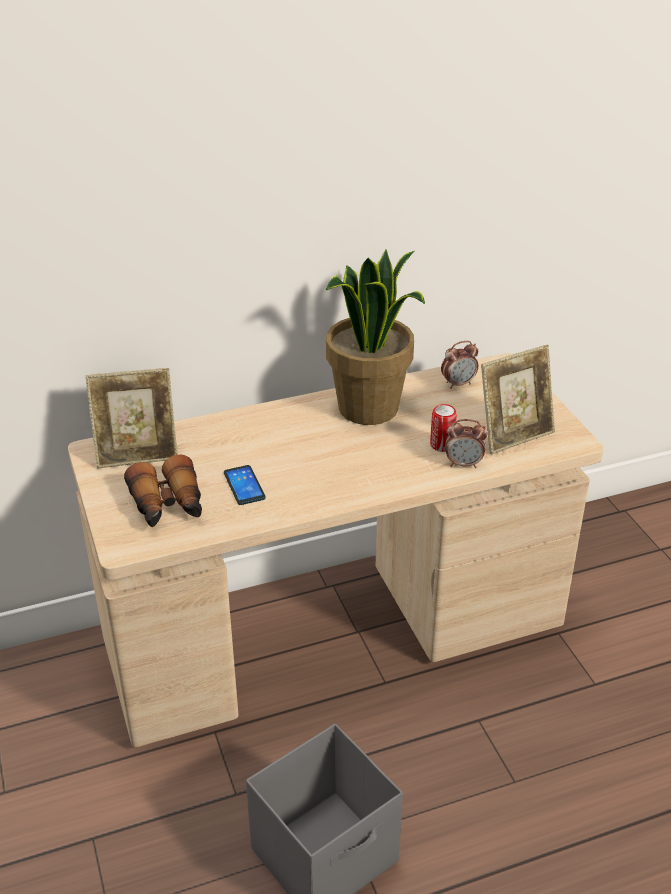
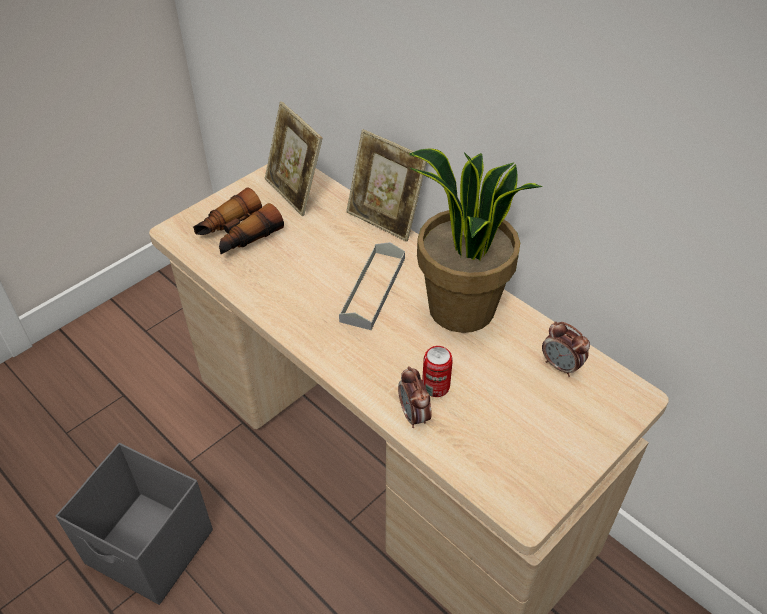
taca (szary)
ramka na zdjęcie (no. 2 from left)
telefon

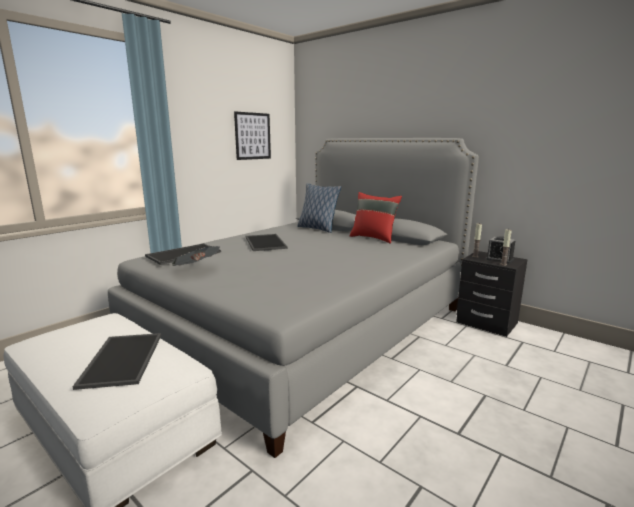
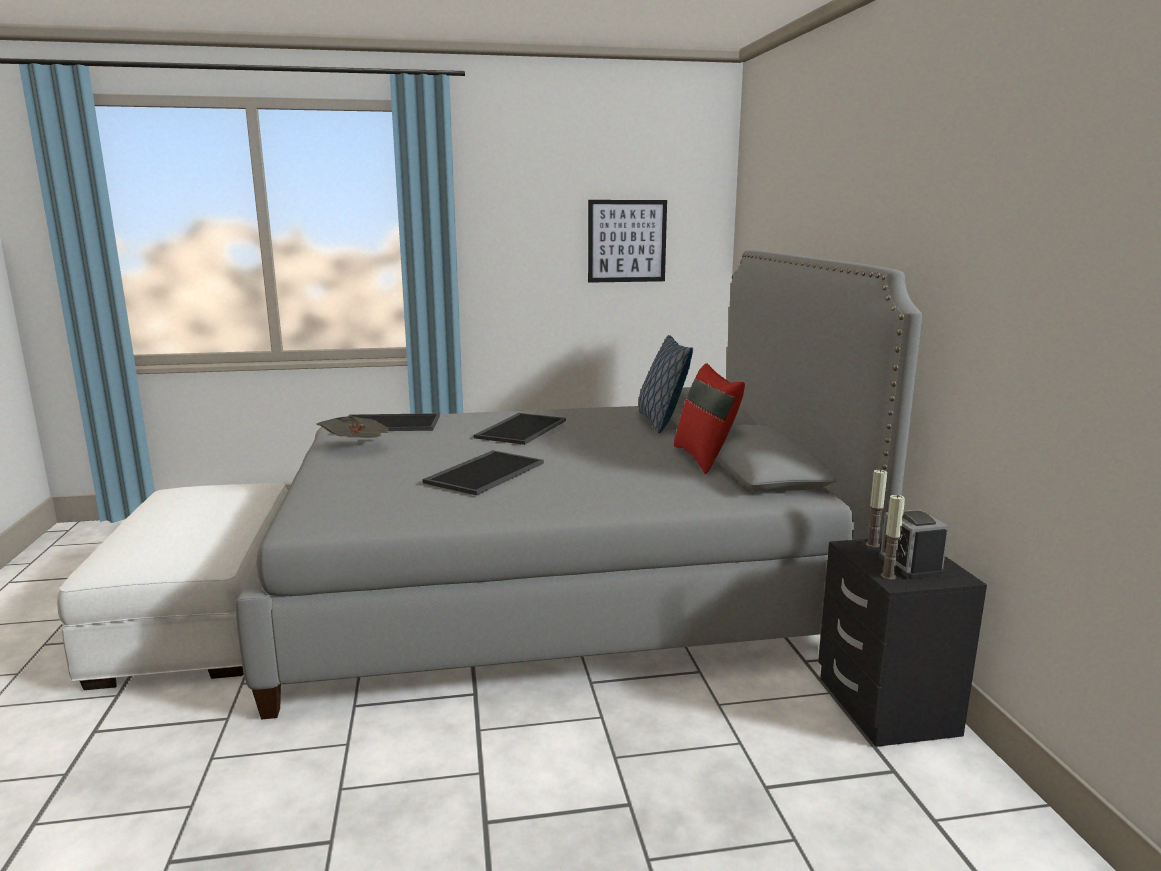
taca (no. 2 from left)

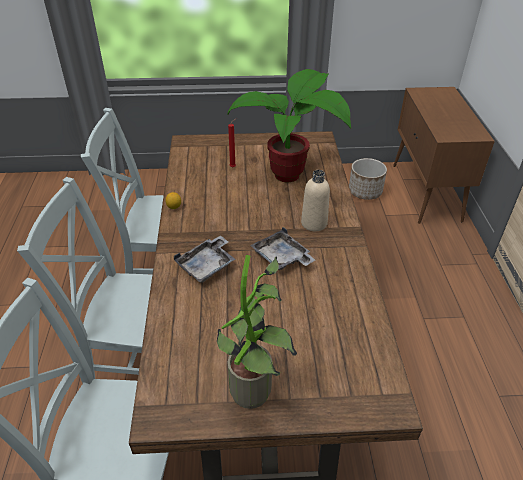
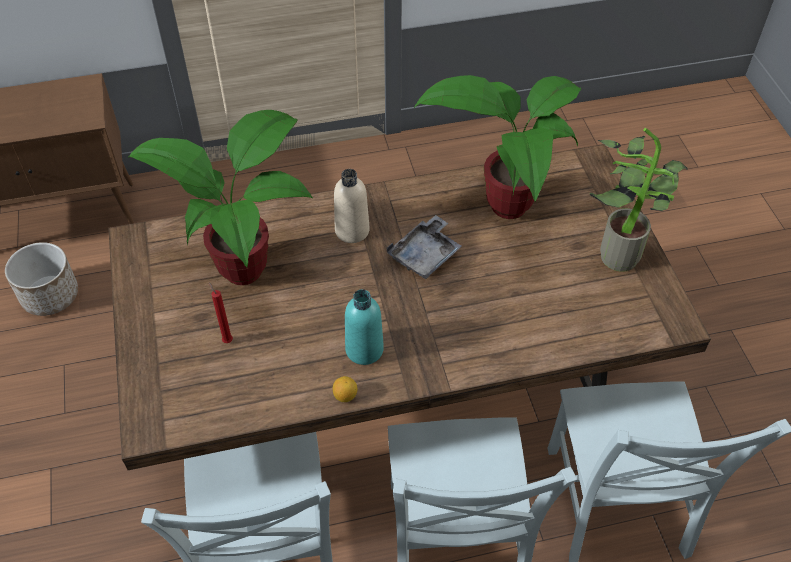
butelka (turkusowy)
roślina doniczkowa (no. 2 from left)
taca (szary) (no. 1 from left in the first image)

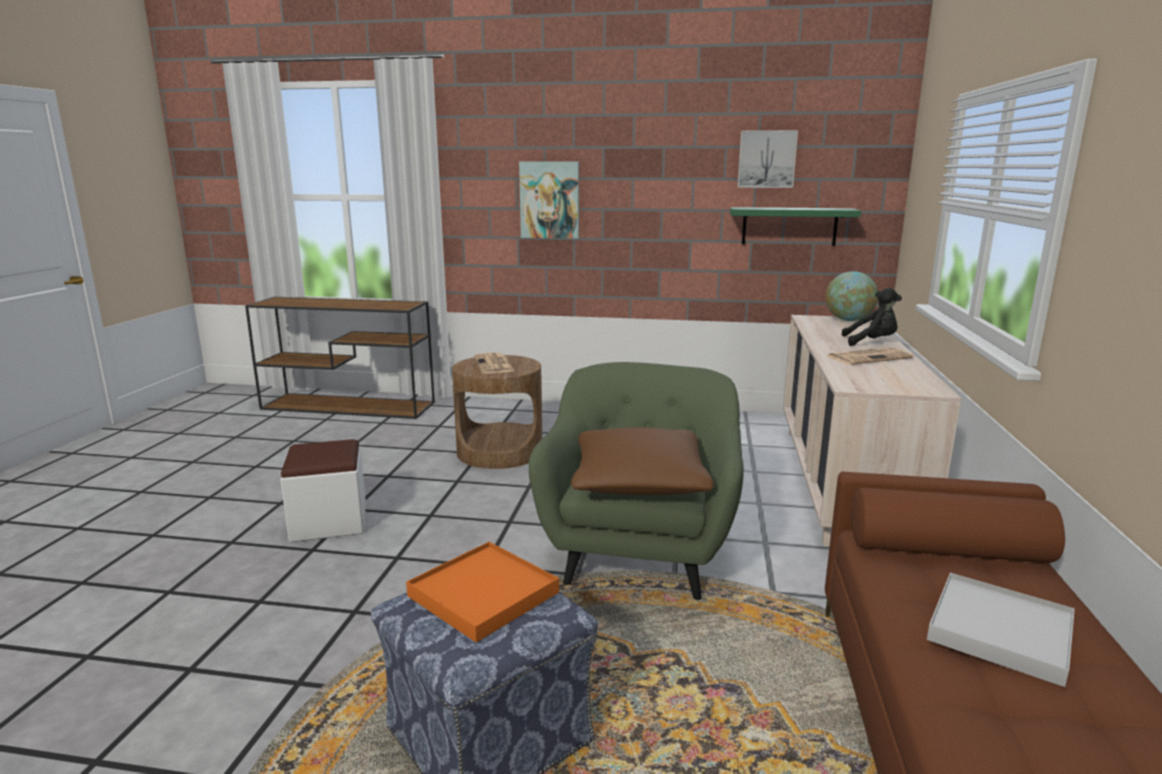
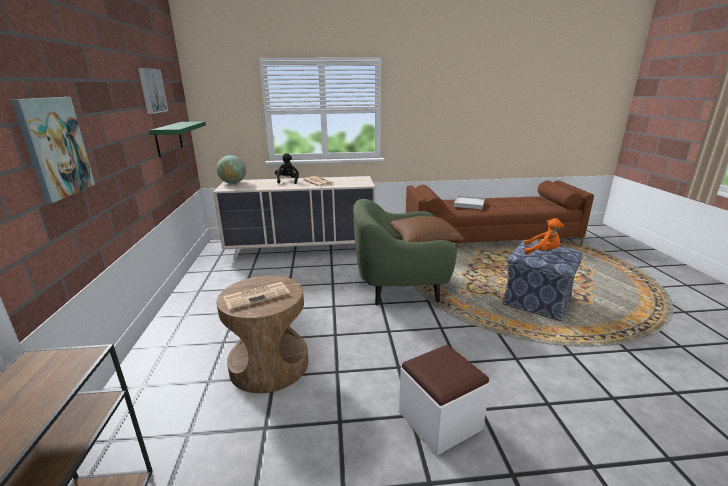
pluszak (pomarańczowy)

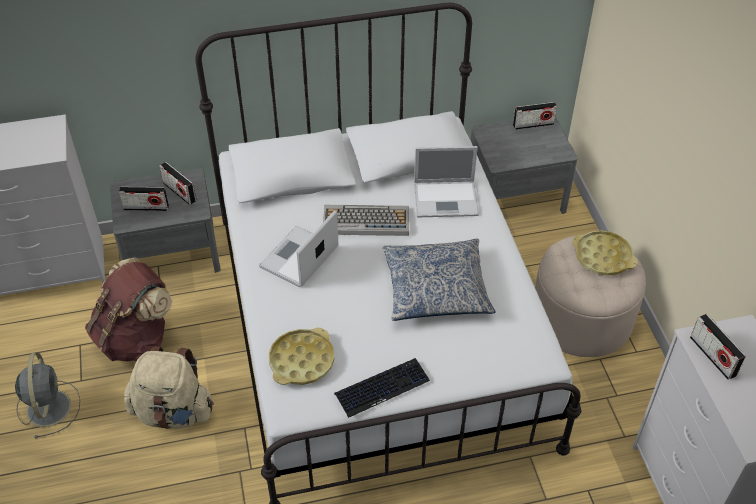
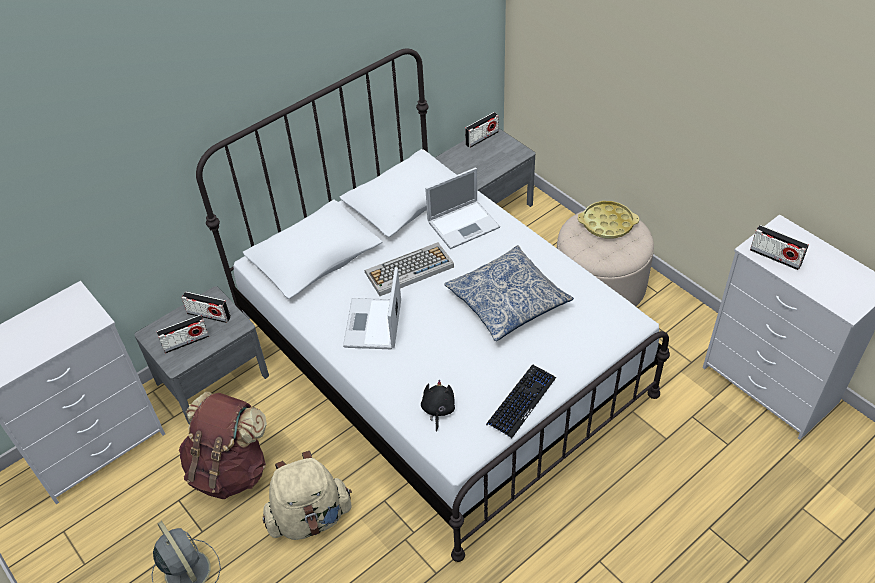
pluszak (czarny)

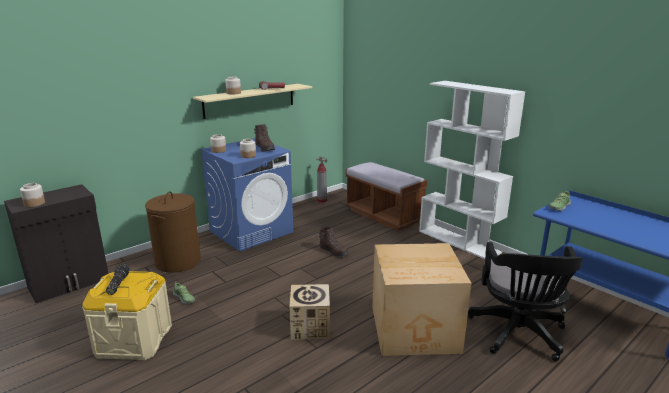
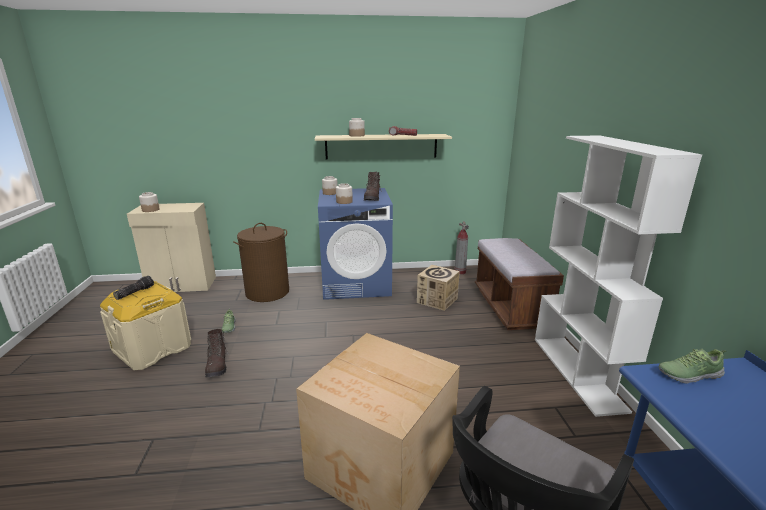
szafka (beżowy)
but z cholewką (brązowy) (no. 1 from left)
karton (no. 2 from left)

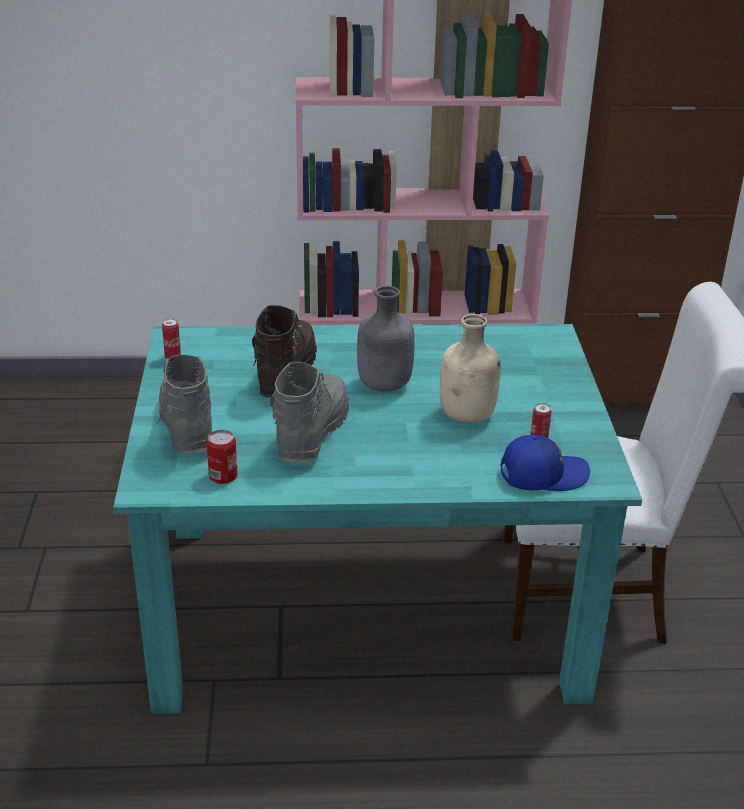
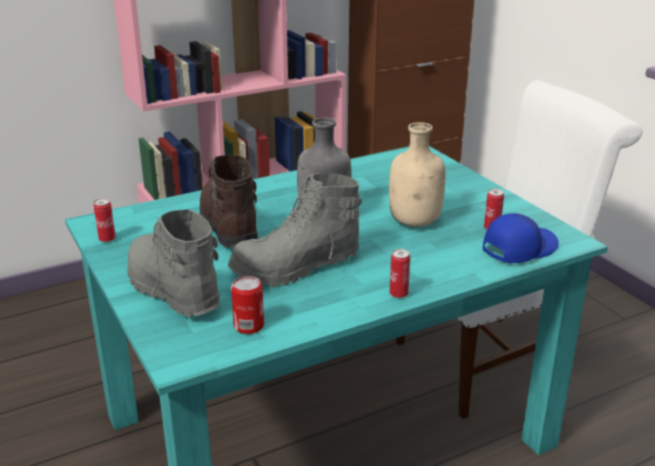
but z cholewką (szary) (no. 2 from left)
puszka (no. 3 from left)

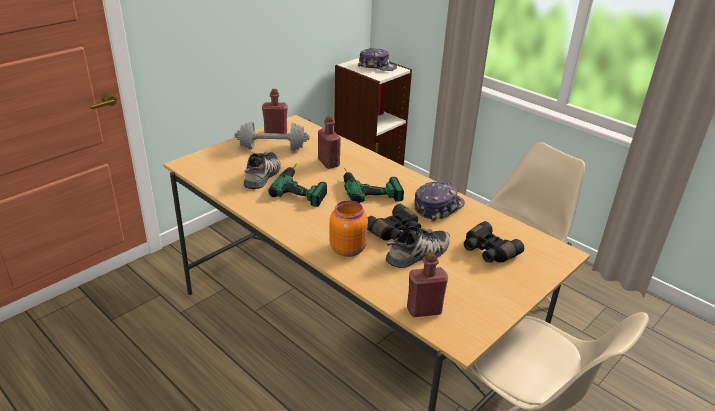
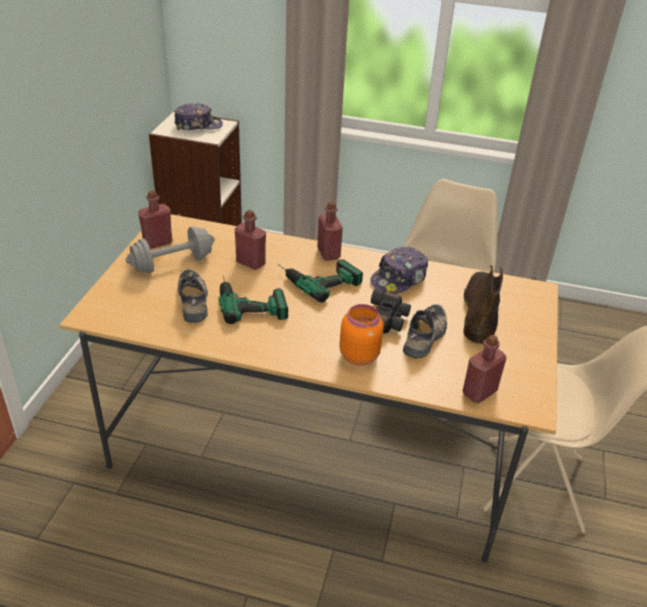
butelka (czerwony) (no. 3 from left)
czapka z daszkiem (no. 2 from left)
but z cholewką (brązowy)

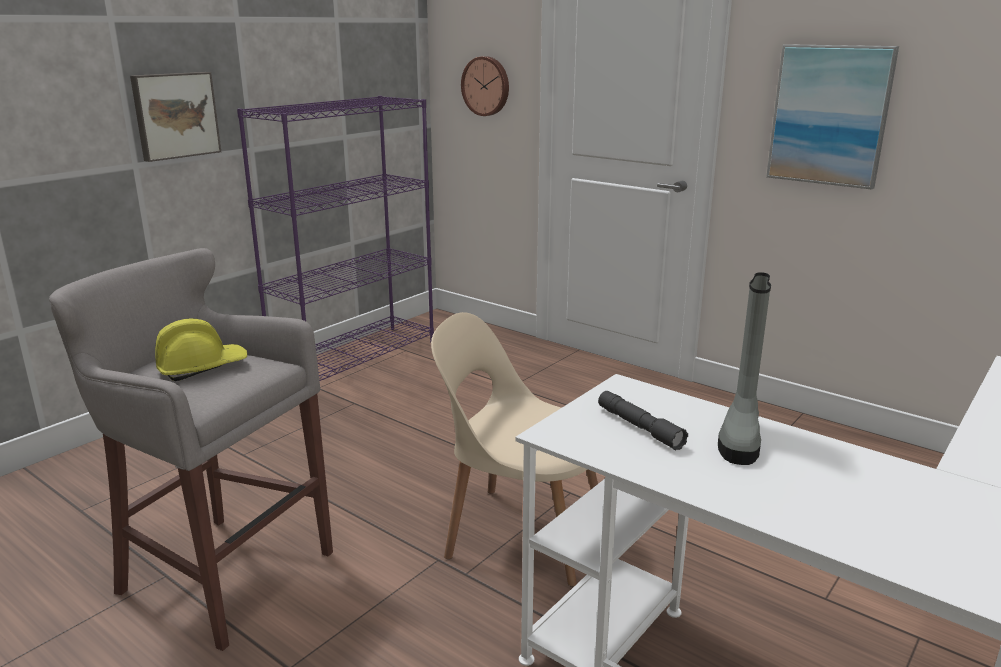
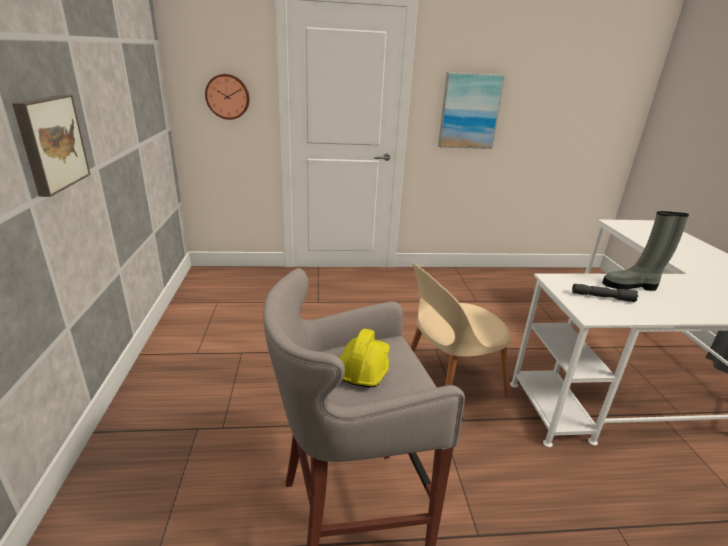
but z cholewką (szary)
regał (fioletowy)

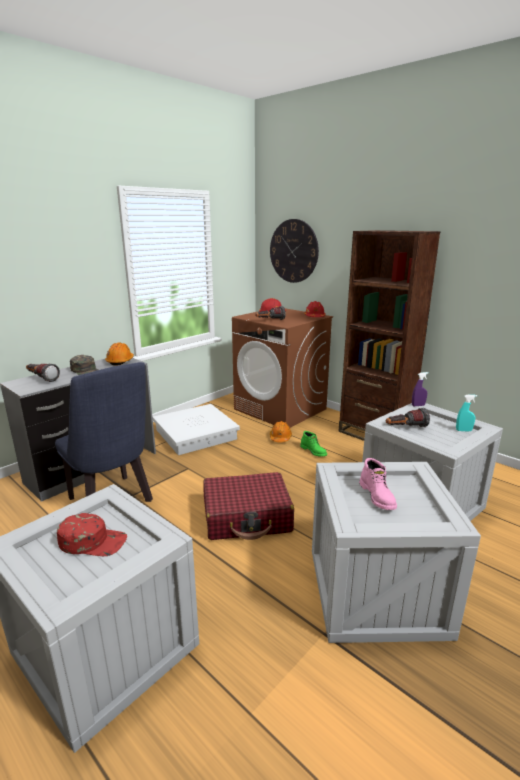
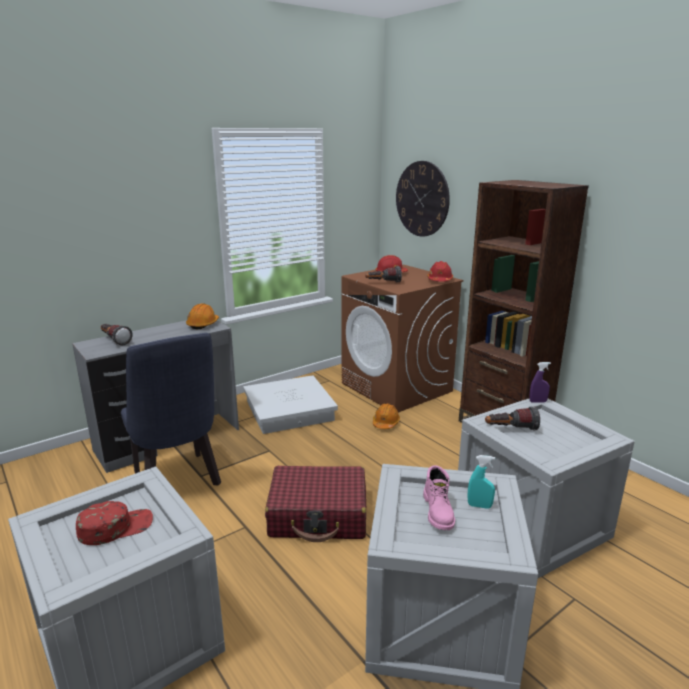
czapka z daszkiem (czerwony)
spryskiwacz (turkusowy)
czapka z daszkiem (zielony)
but z cholewką (zielony)

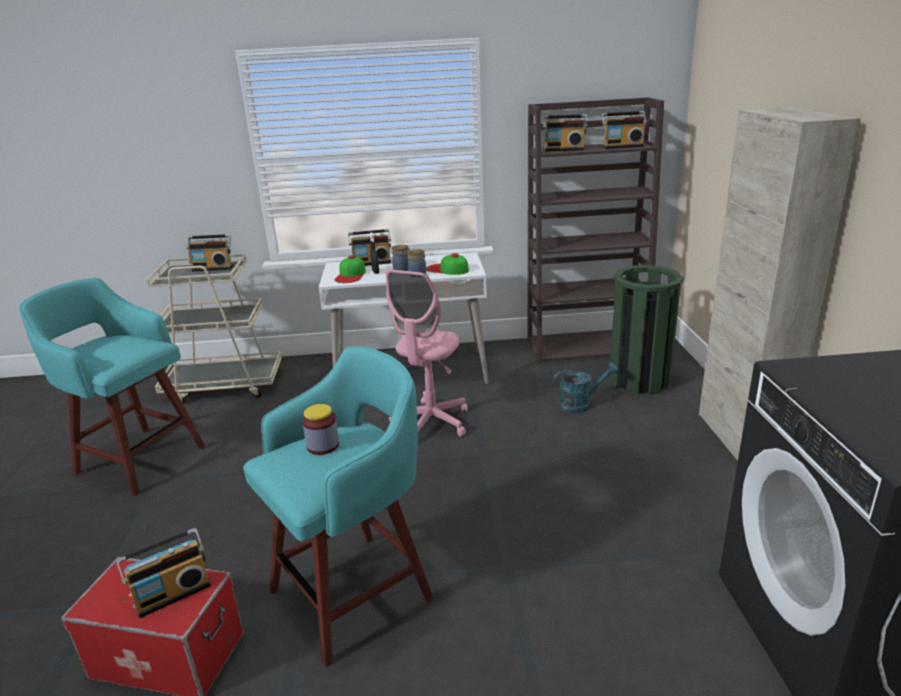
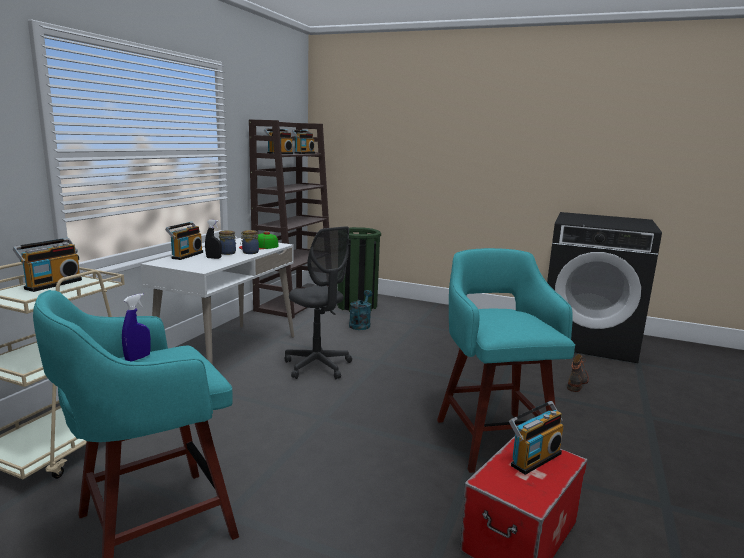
spryskiwacz (niebieski)
krzesło biurowe (szary)
radio (no. 5 from left)
but z cholewką
słoik (no. 1 from left in the first image)
czapka z daszkiem (no. 1 from left in the first image)
szafka (beżowy)

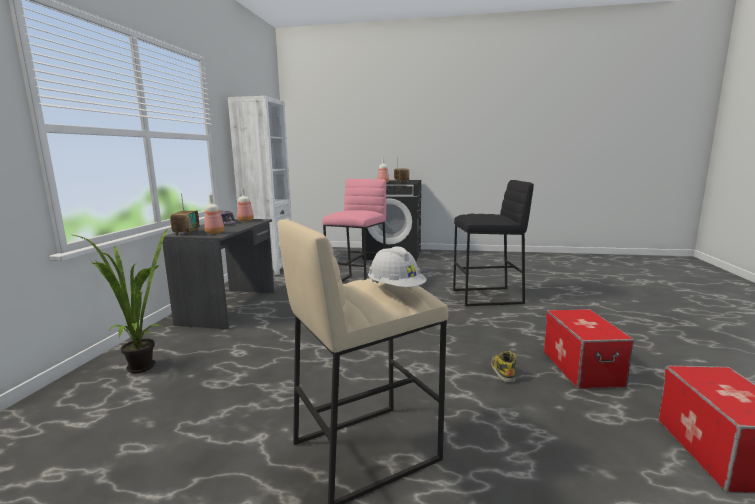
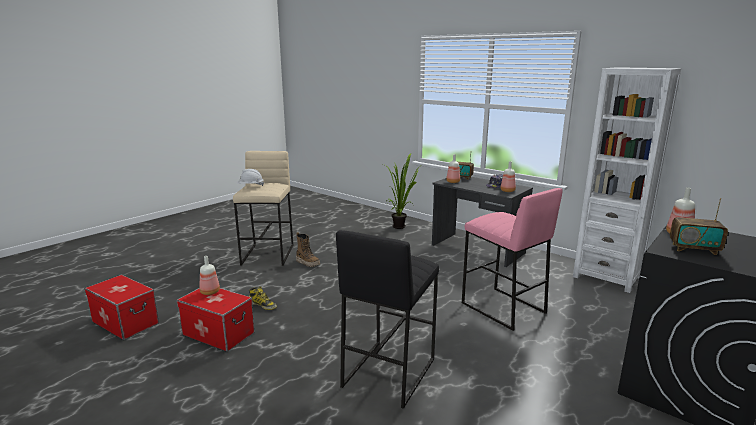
butelka (no. 1 from left)
but z cholewką (no. 2 from left)

